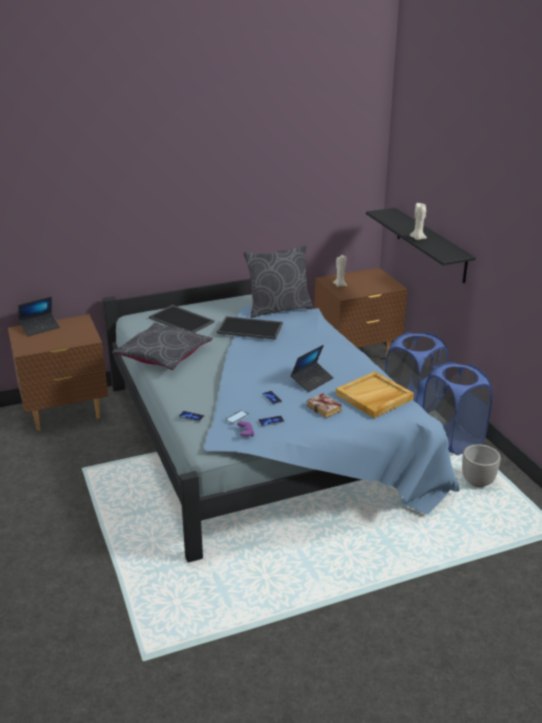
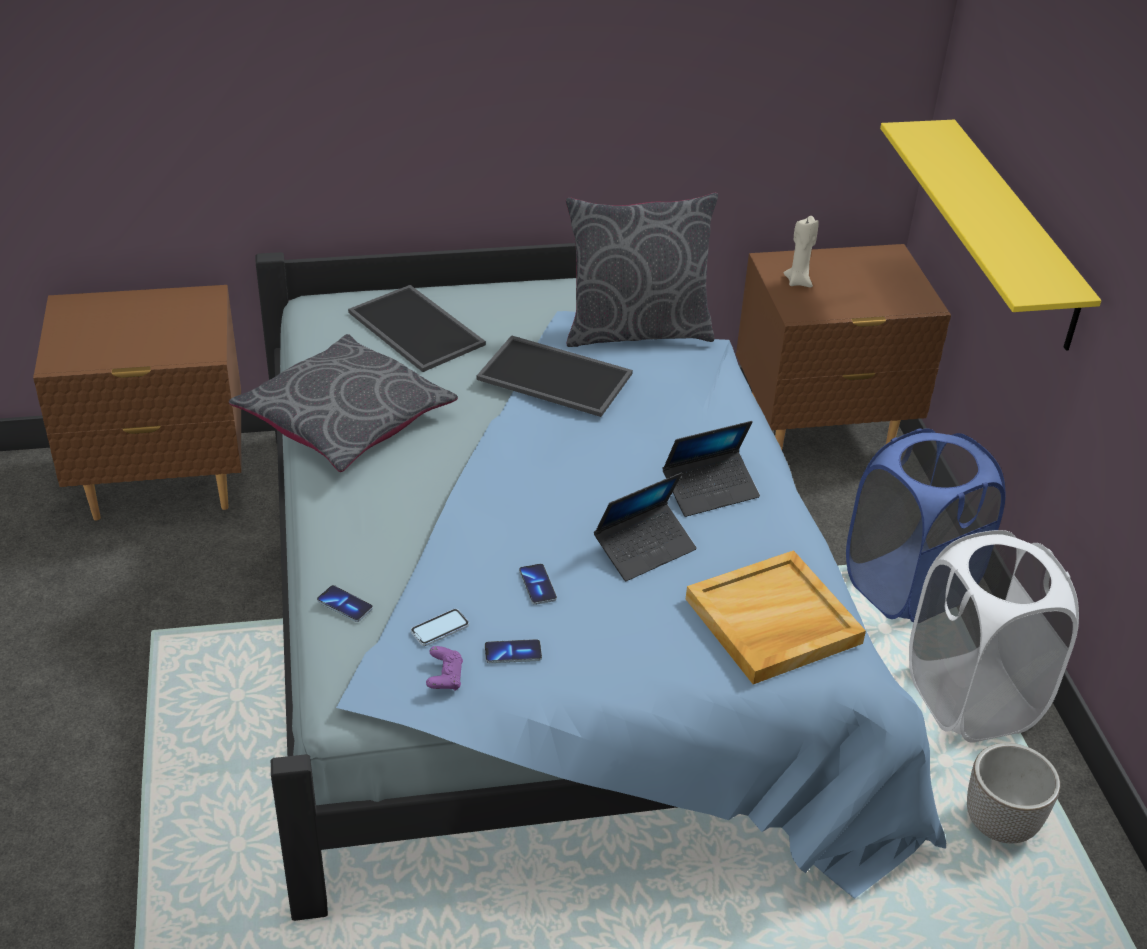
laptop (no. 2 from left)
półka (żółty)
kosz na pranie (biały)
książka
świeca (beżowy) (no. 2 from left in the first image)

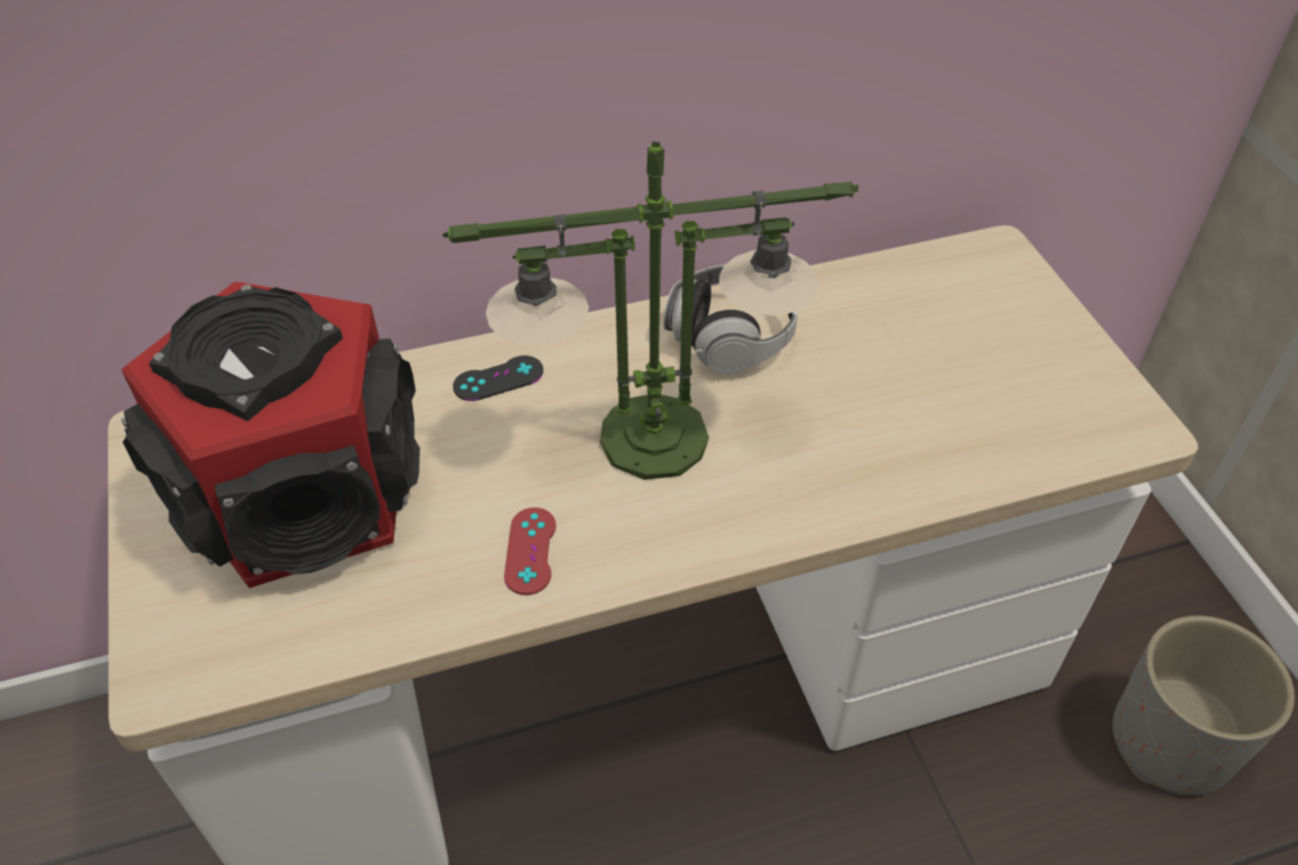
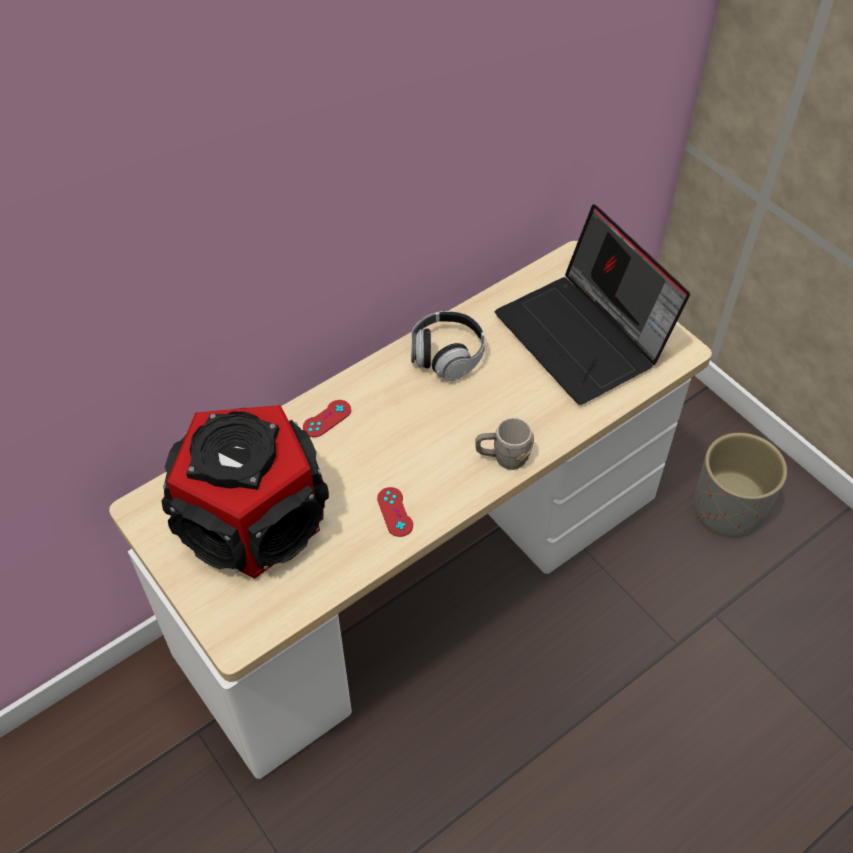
pad do gier (czerwony) (no. 1 from left)
kubek (szary)
laptop
lampa stołowa

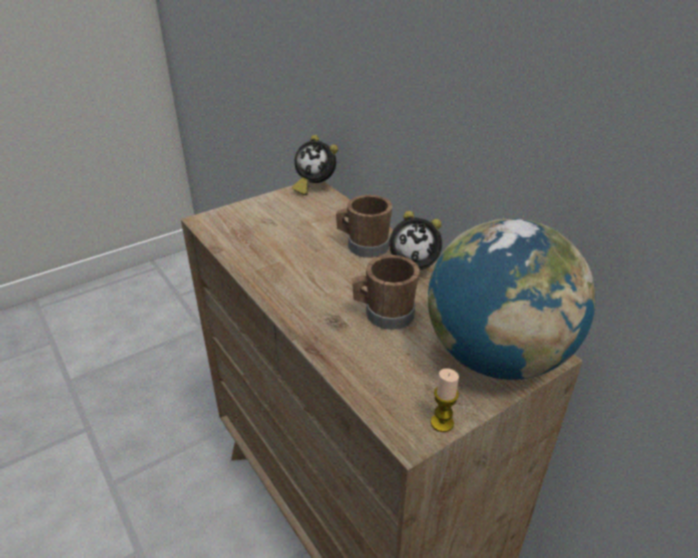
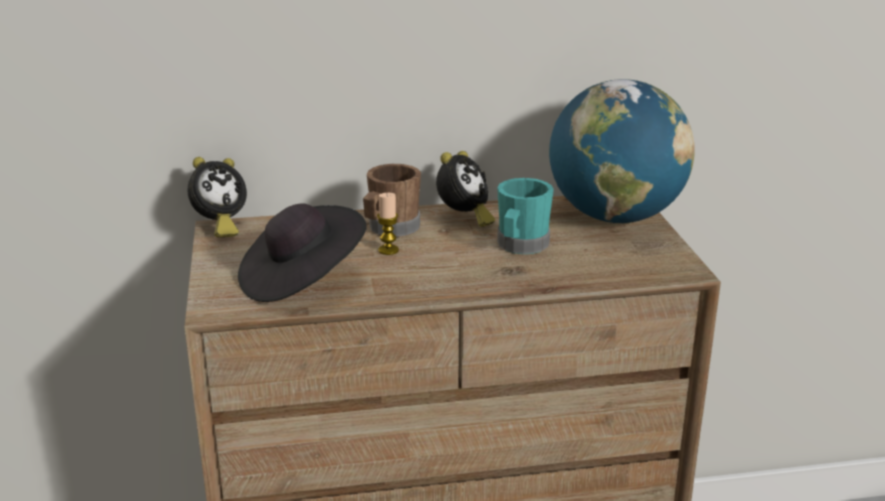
kapelusz (czarny)
świeca
kubek (turkusowy)

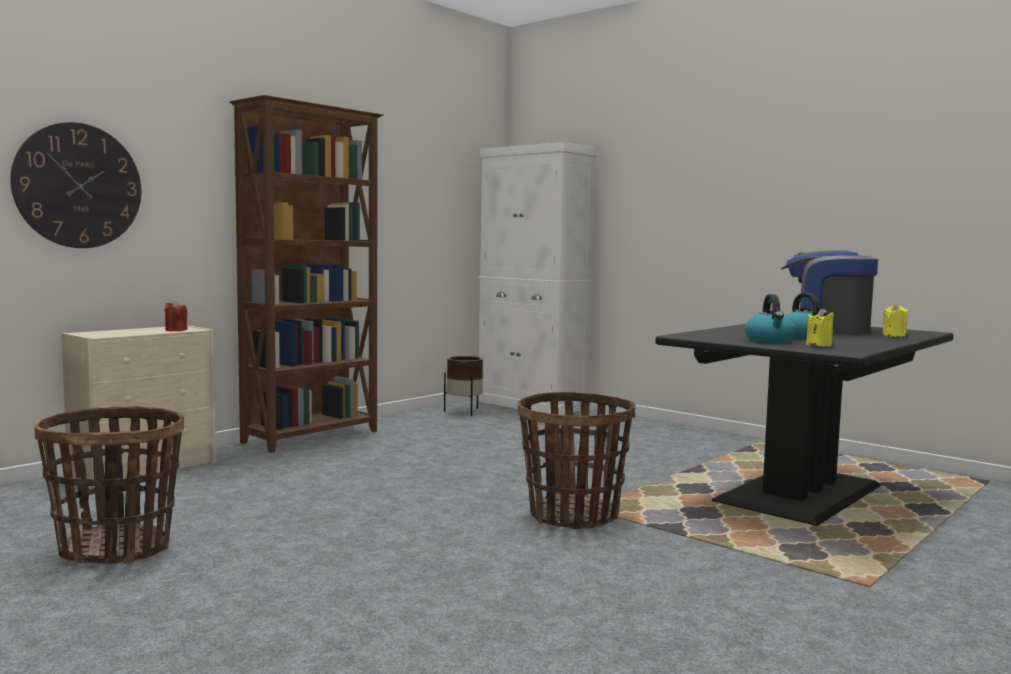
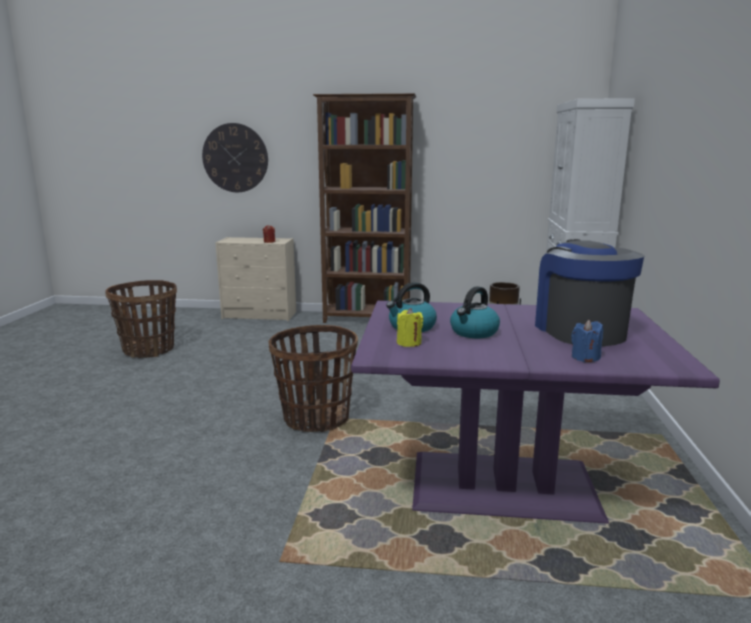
stół jadalny (fioletowy)
świeca (niebieski)

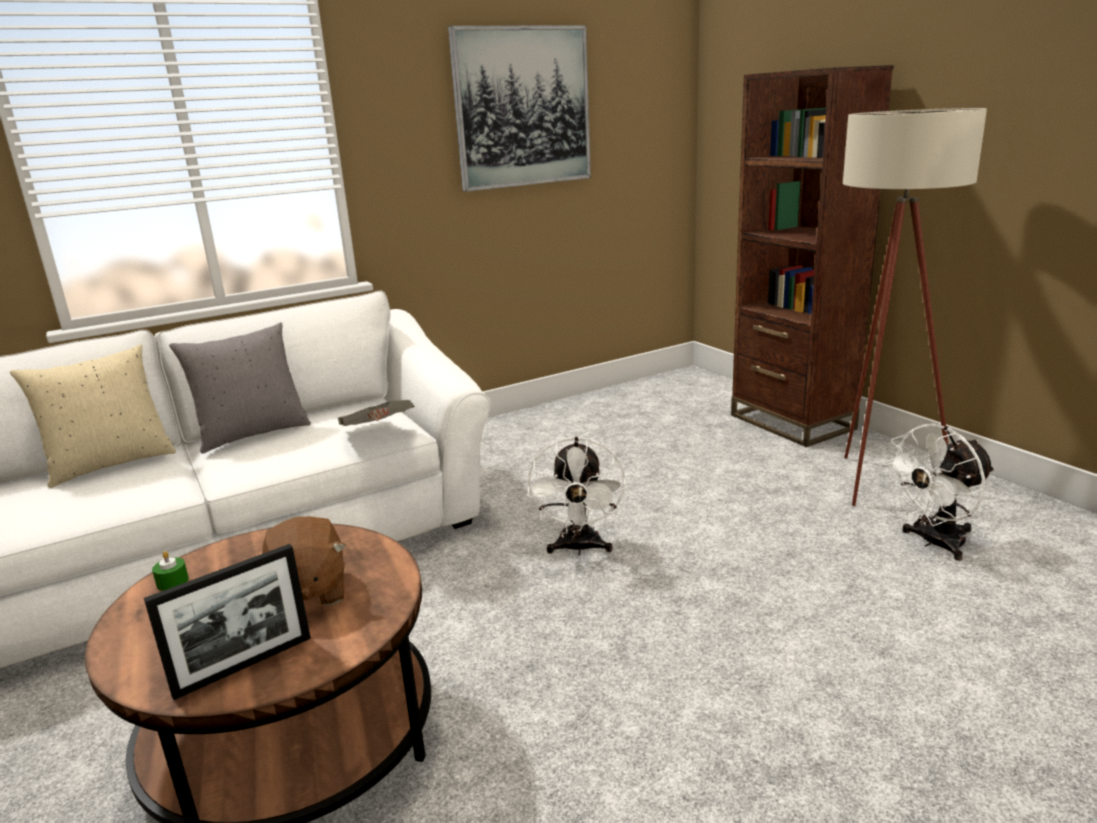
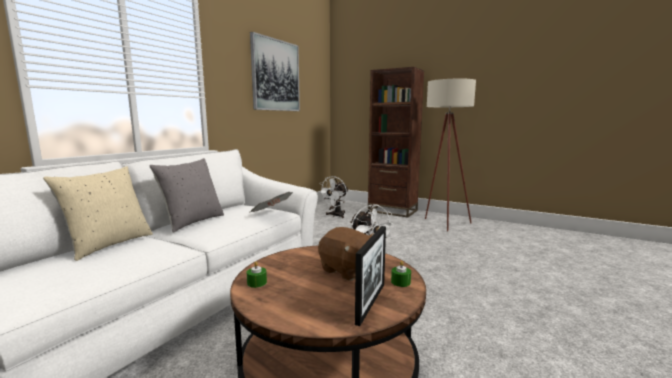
wentylator (biały) (no. 1 from left)
świeca (zielony) (no. 2 from left)

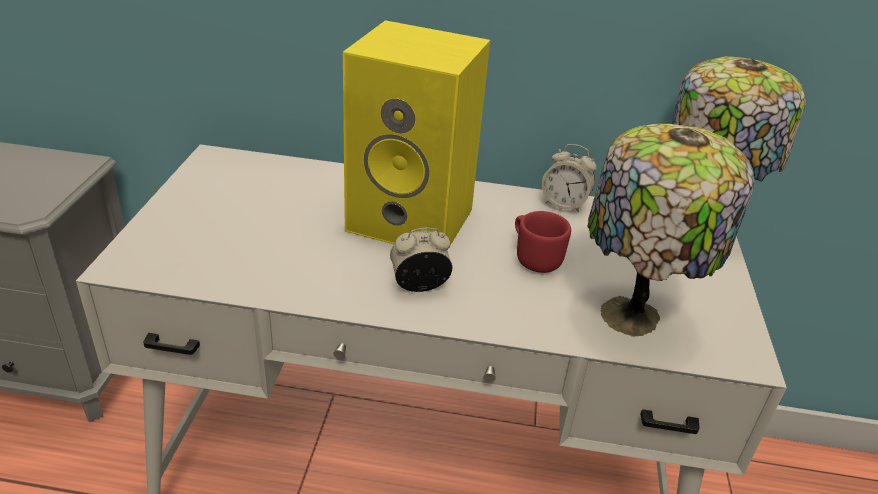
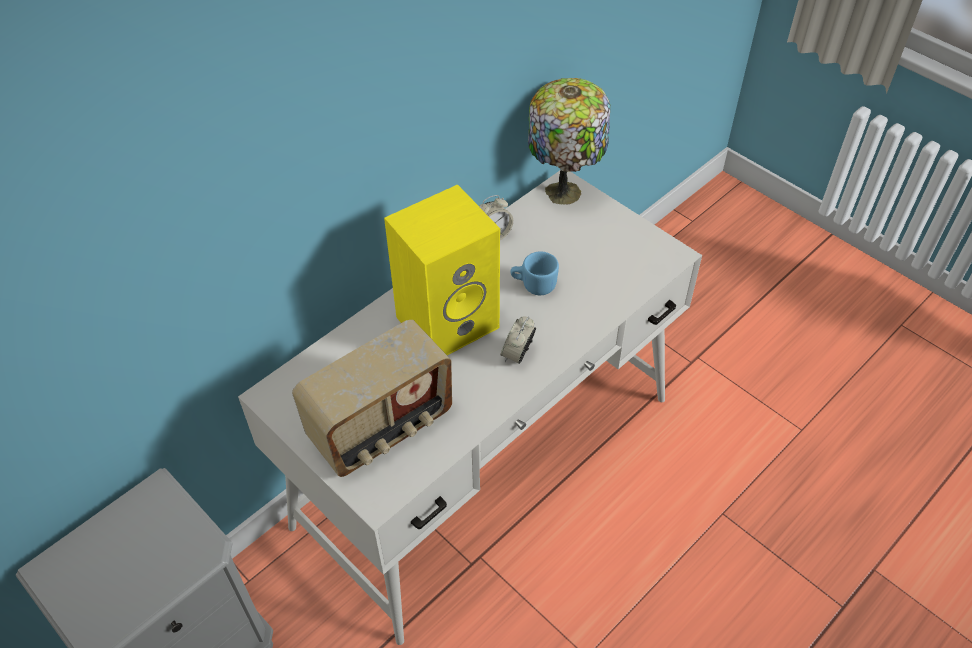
radio
kubek (niebieski)
lampa stołowa (no. 1 from left in the first image)

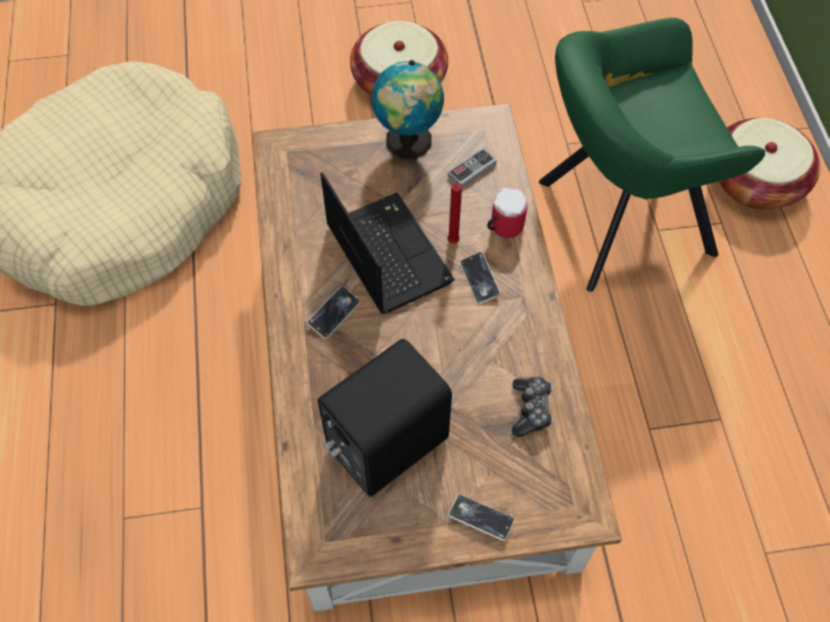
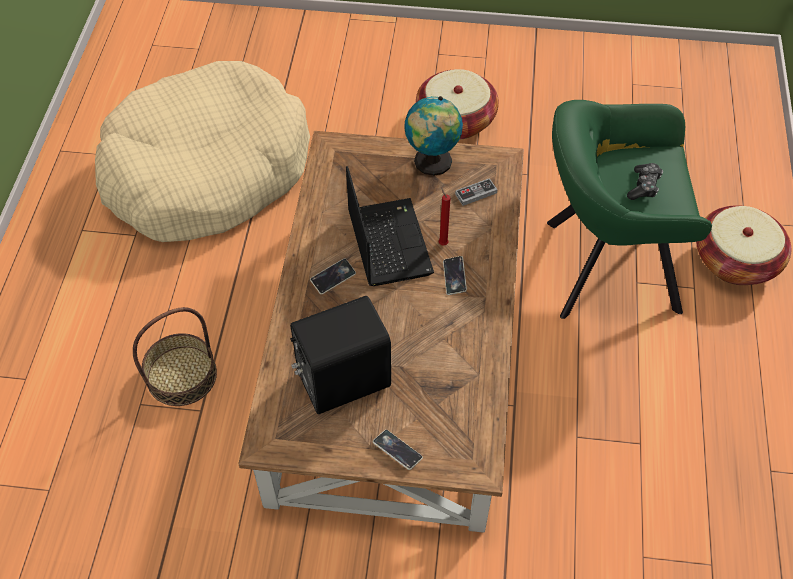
koszyk (no. 1 from left)
pad do gier (no. 2 from left)
kubek

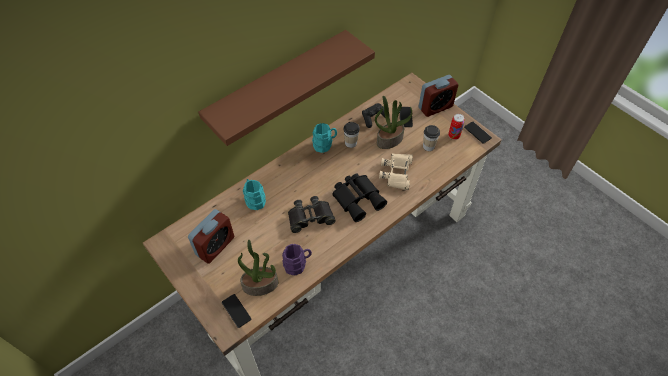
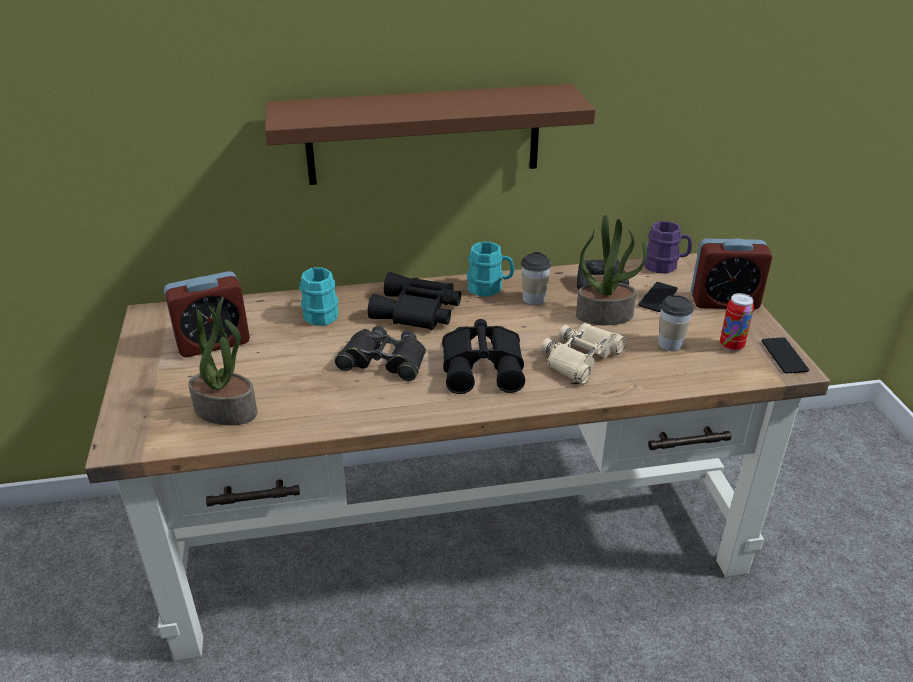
lornetka (czarny) (no. 2 from left)
kubek (fioletowy)
telefon (no. 1 from left in the first image)

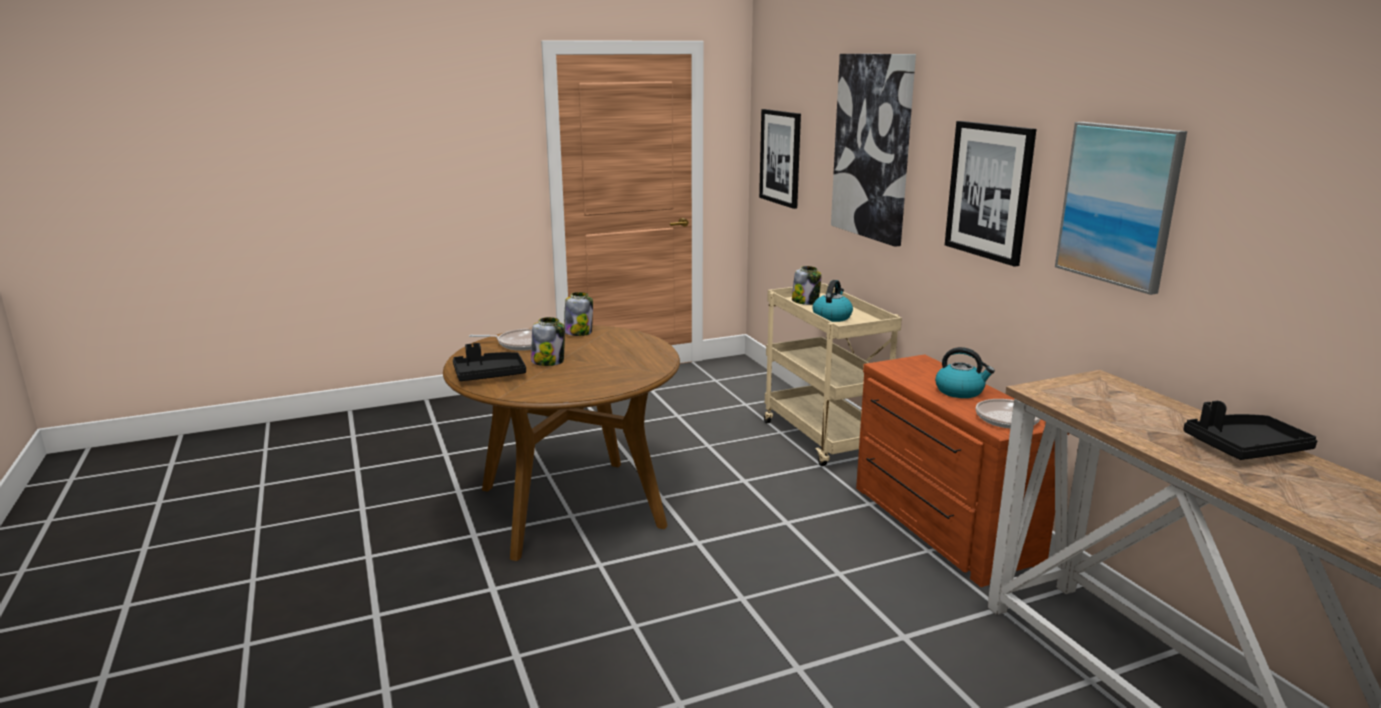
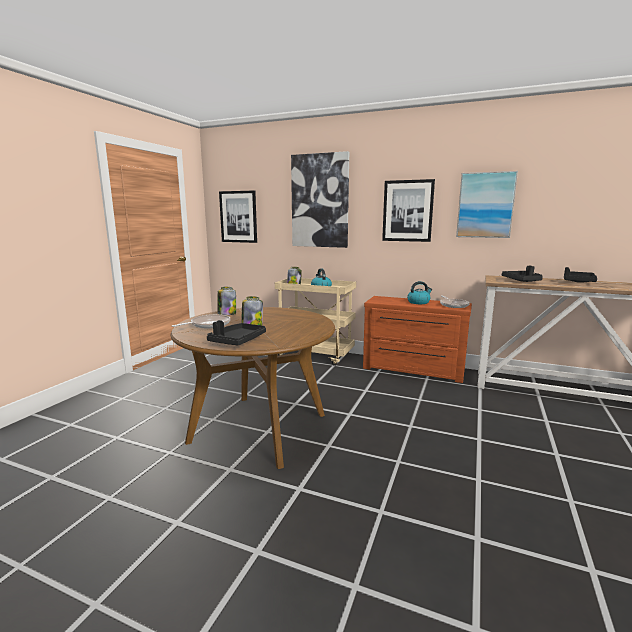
taca (czarny) (no. 2 from left)

